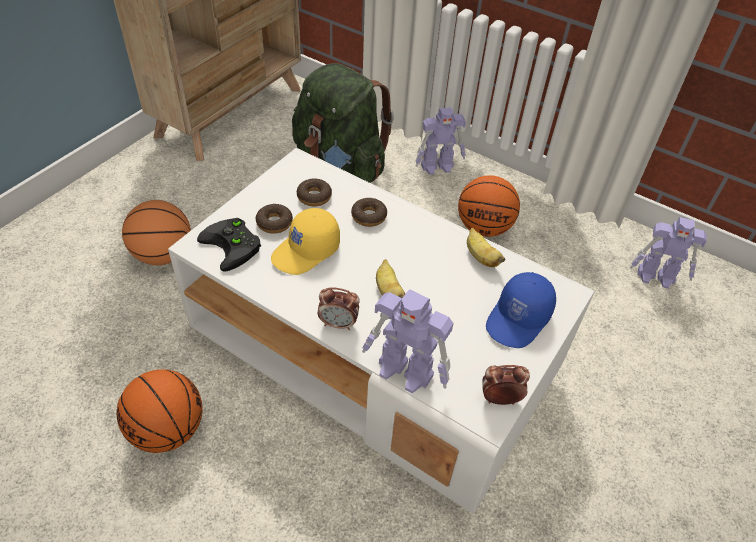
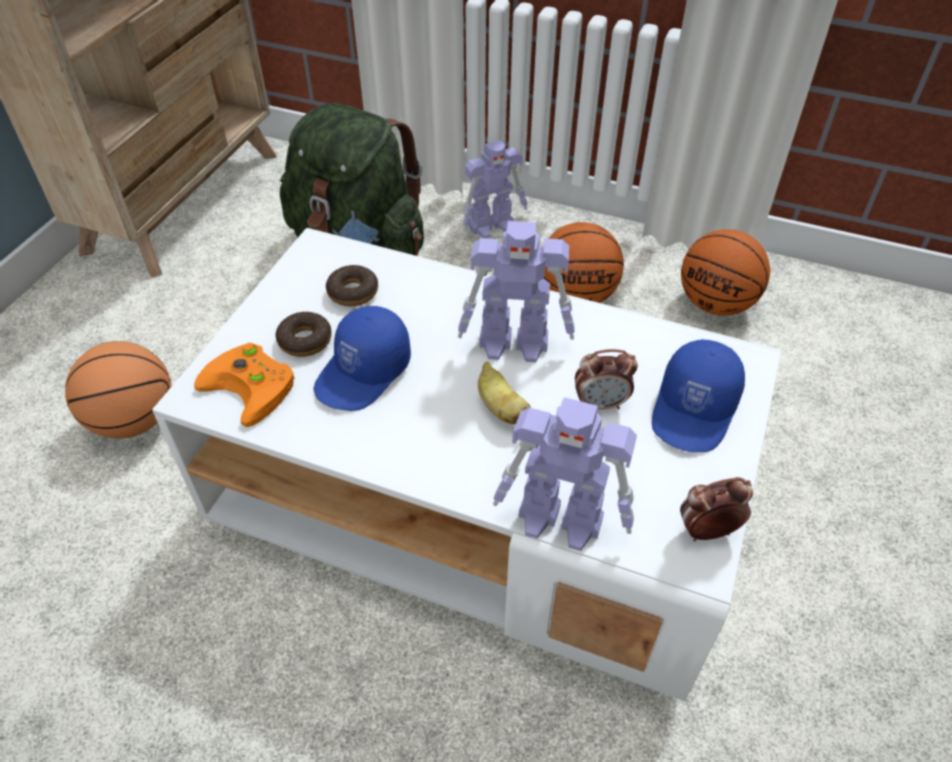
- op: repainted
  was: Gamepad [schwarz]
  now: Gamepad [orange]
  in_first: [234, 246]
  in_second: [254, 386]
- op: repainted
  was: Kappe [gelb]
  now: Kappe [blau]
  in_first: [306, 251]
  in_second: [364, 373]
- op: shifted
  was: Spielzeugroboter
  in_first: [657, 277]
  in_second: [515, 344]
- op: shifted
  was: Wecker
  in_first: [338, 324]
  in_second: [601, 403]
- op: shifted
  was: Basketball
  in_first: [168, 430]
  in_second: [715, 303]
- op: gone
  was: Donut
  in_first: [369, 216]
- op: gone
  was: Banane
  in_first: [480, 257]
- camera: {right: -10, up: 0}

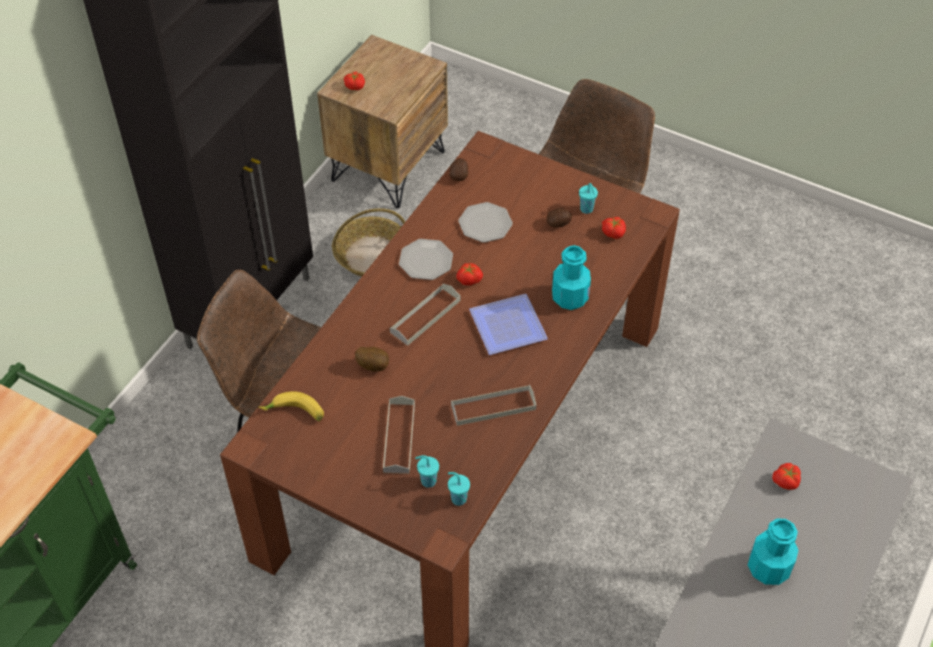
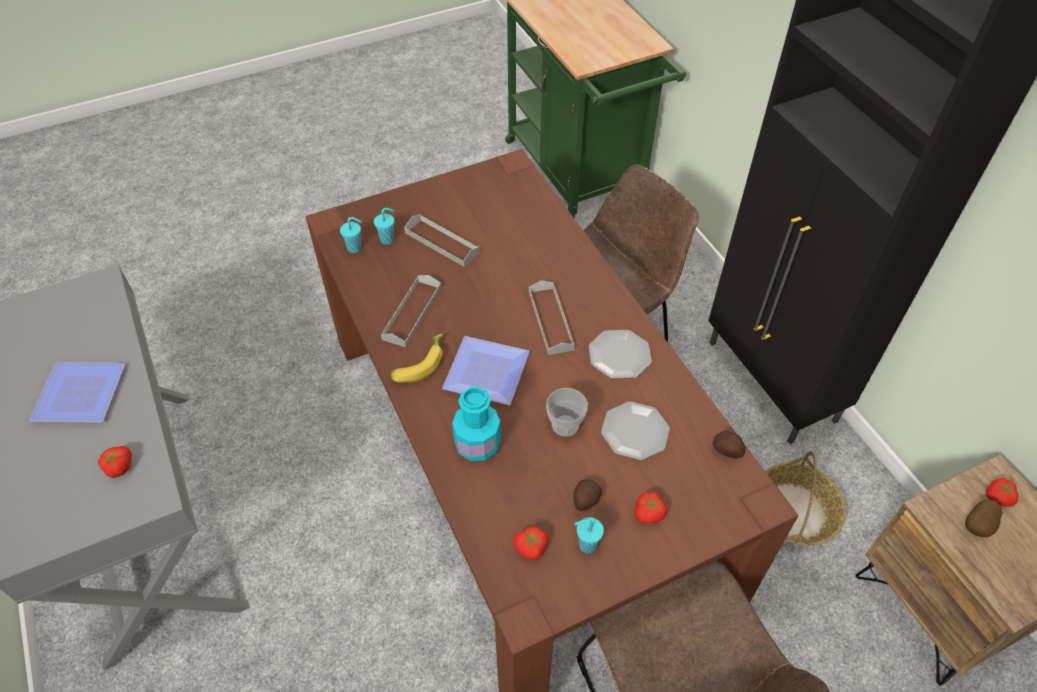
- op: swapped
  was: Flasche [türkis]
  now: Teller
  in_first: [768, 568]
  in_second: [79, 392]
- op: shifted
  was: Banane
  in_first: [294, 414]
  in_second: [418, 364]
- op: new
  now: Tasse
  in_second: [565, 425]
- op: shifted
  was: Tomate
  in_first: [469, 279]
  in_second: [649, 513]
- op: shifted
  was: Kartoffel
  in_first: [373, 365]
  in_second: [978, 526]
- camera: {right: 125, up: 0}

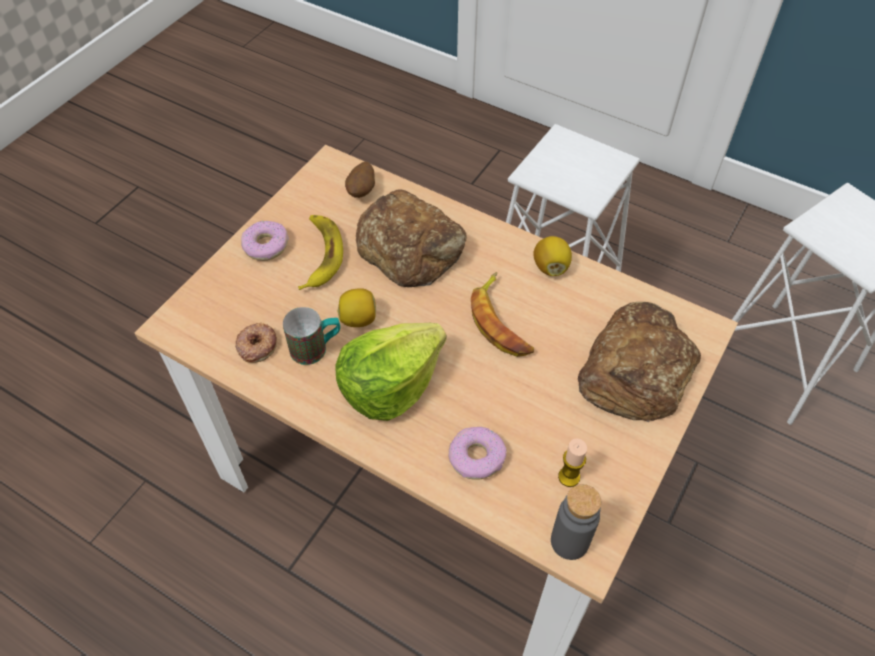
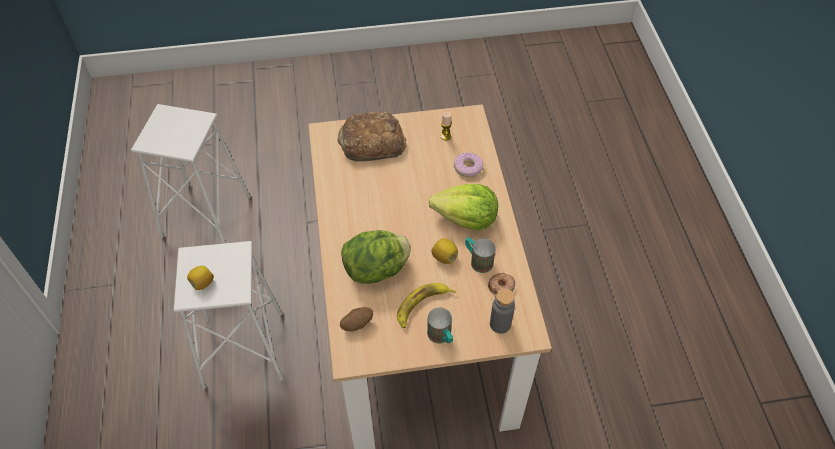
- op: shifted
  was: Zitrone
  in_first: [550, 267]
  in_second: [202, 283]
- op: swapped
  was: Brot
  now: Salatkopf
  in_first: [411, 246]
  in_second: [377, 269]
- op: swapped
  was: Donut
  now: Henkelbecher
  in_first: [265, 246]
  in_second: [441, 337]
- op: shifted
  was: Flasche [grau]
  in_first: [569, 541]
  in_second: [500, 324]
- op: gone
  was: Banane
  in_first: [501, 321]
- camera: {right: -130, up: 0}

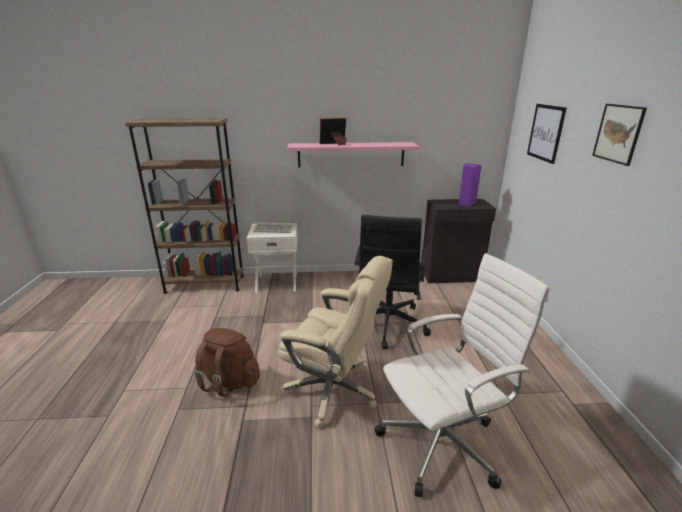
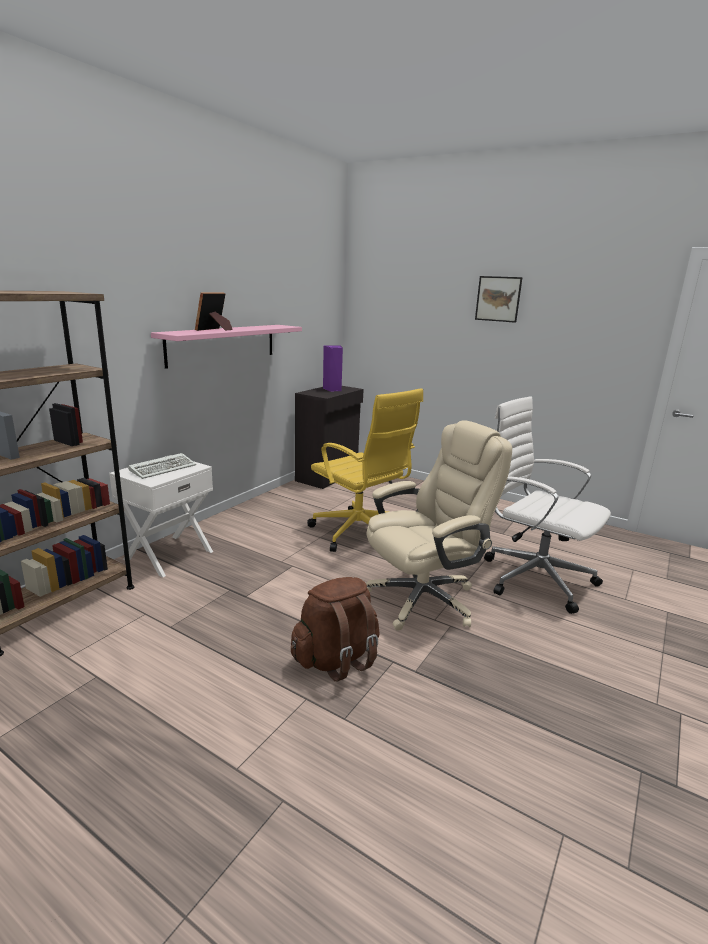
- op: repainted
  was: Bürostuhl [schwarz]
  now: Bürostuhl [gelb]
  in_first: [387, 325]
  in_second: [360, 533]
- op: rotated
  was: Bürostuhl [weiß]
  in_first: [443, 442]
  in_second: [534, 578]
  clockwise: -60
- op: gone
  was: Bild
  in_first: [545, 132]
- camera: {right: -55, up: -5}

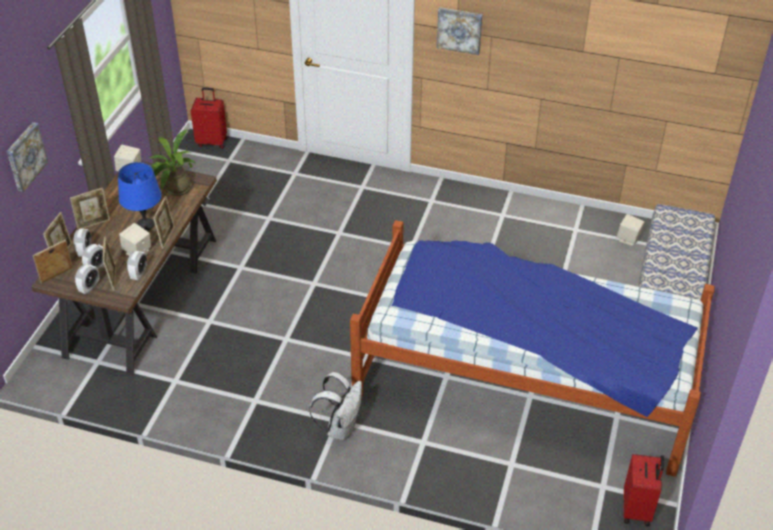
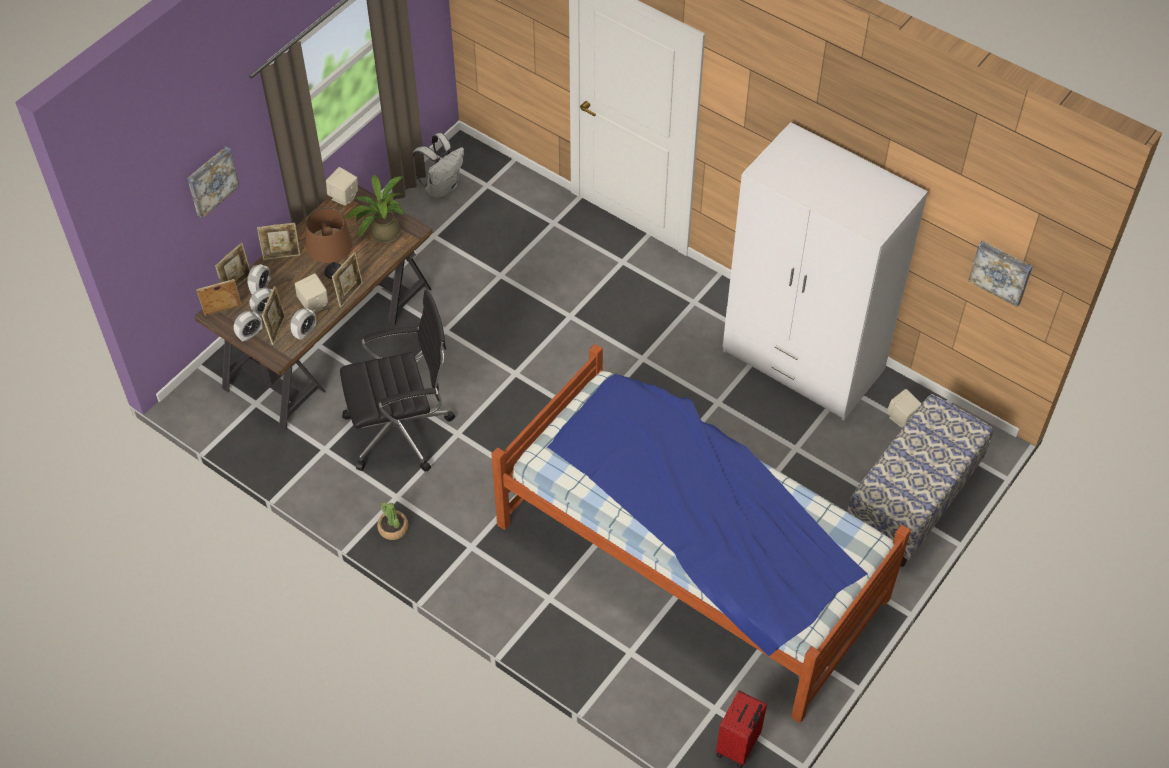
- op: repainted
  was: Tischlampe [blau]
  now: Tischlampe [braun]
  in_first: [145, 224]
  in_second: [334, 271]
- op: new
  now: Bürostuhl [schwarz]
  in_second: [402, 431]
- op: new
  now: Topfpflanze
  in_second: [393, 528]
- op: shifted
  was: Rucksack [weiß]
  in_first: [340, 427]
  in_second: [441, 187]
- op: new
  now: Kleiderschrank [weiß]
  in_second: [803, 361]
- op: shifted
  was: Bild
  in_first: [459, 30]
  in_second: [1001, 271]
- op: gone
  was: Koffer [rot]
  in_first: [212, 141]
- camera: {right: 20, up: 10}

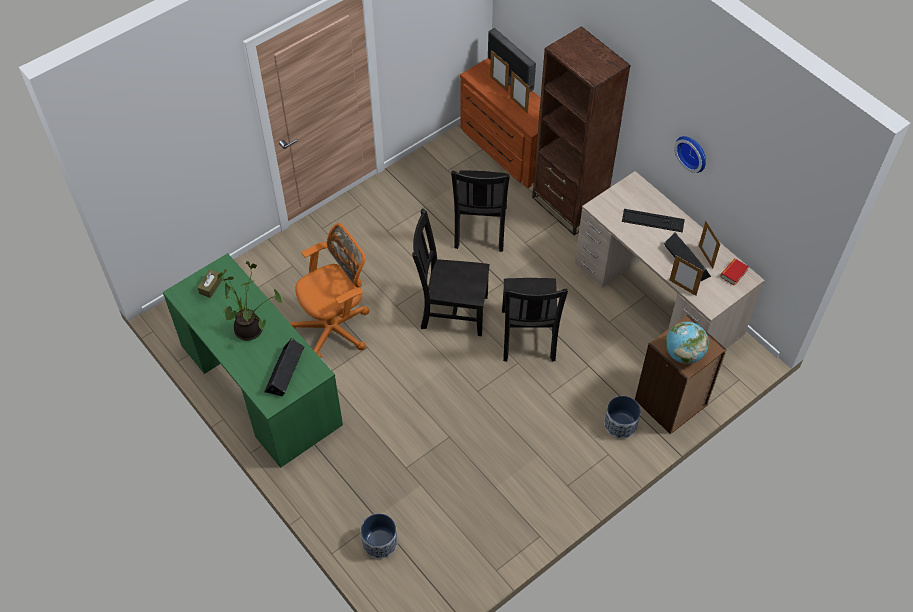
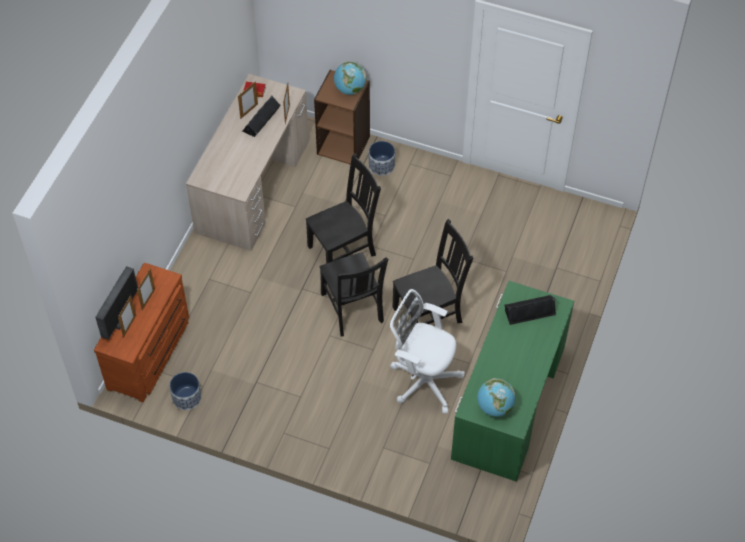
- op: shifted
  was: Pflanzkübel
  in_first: [379, 543]
  in_second: [187, 398]
- op: repainted
  was: Bürostuhl [orange]
  now: Bürostuhl [weiß]
  in_first: [335, 328]
  in_second: [423, 380]
- op: shifted
  was: Stuhl [schwarz]
  in_first: [480, 229]
  in_second: [429, 314]
- op: swapped
  was: Taschentuchbox [braun]
  now: Globus
  in_first: [211, 286]
  in_second: [494, 407]
- op: gone
  was: Topfpflanze
  in_first: [251, 329]
- op: gone
  was: Bücherregal [braun]
  in_first: [568, 205]
- op: gone
  was: Tastatur
  in_first: [653, 220]
- op: gone
  was: Wanduhr
  in_first: [693, 152]
- camera: {right: -120, up: 0}

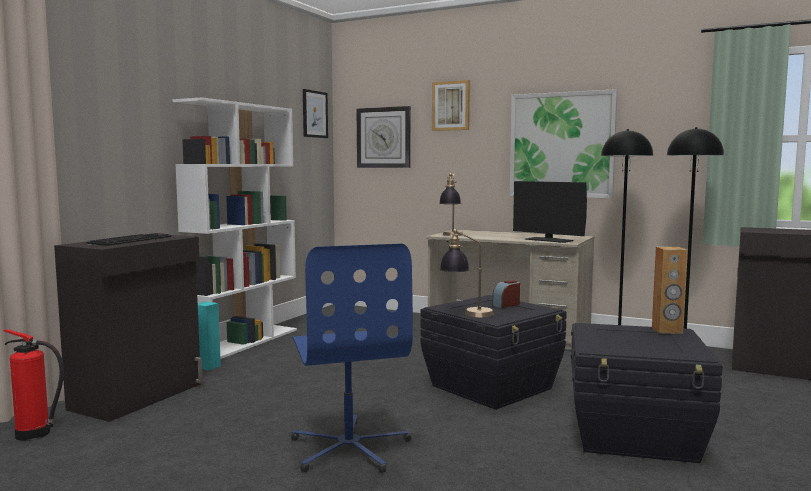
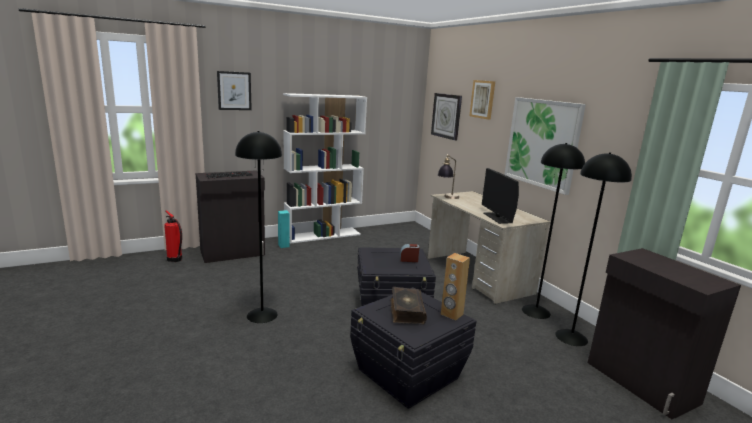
- op: shifted
  was: Bild
  in_first: [314, 114]
  in_second: [234, 91]
- op: swapped
  was: Bürostuhl [blau]
  now: Stehlampe [schwarz]
  in_first: [350, 448]
  in_second: [261, 315]
- op: new
  now: Buch
  in_second: [406, 311]
- op: gone
  was: Tischlampe
  in_first: [466, 313]
- camera: {right: 35, up: 10}

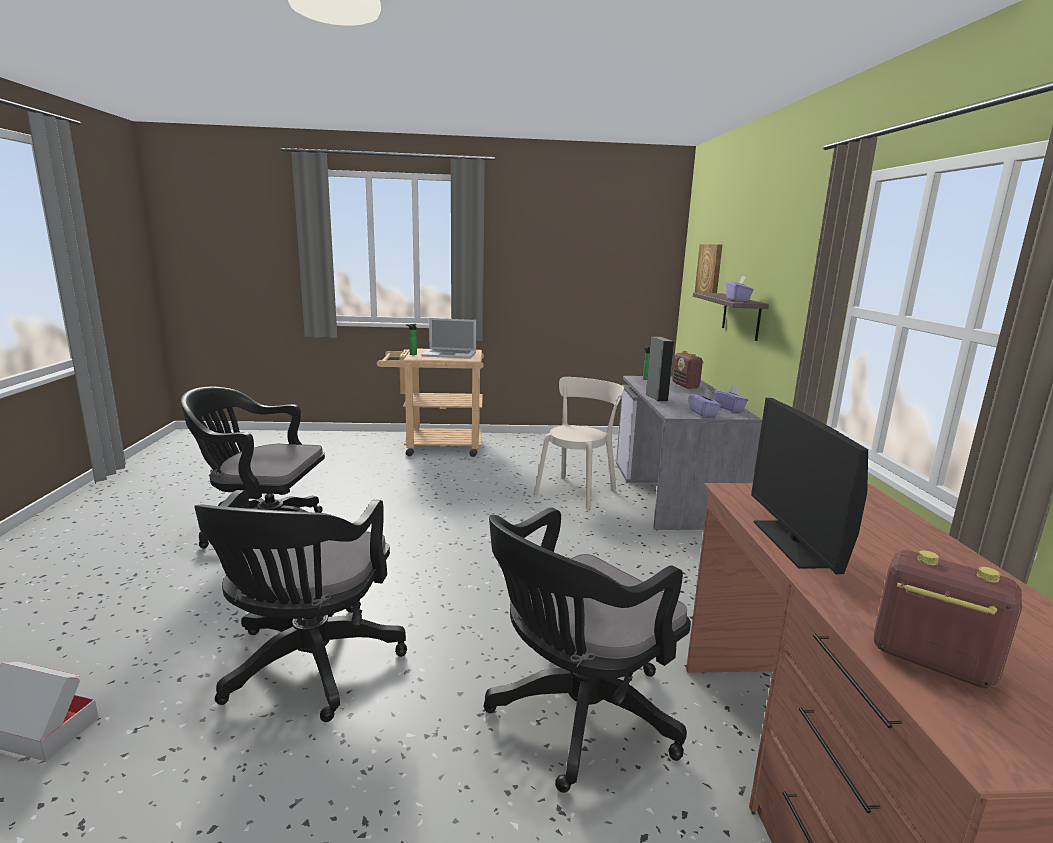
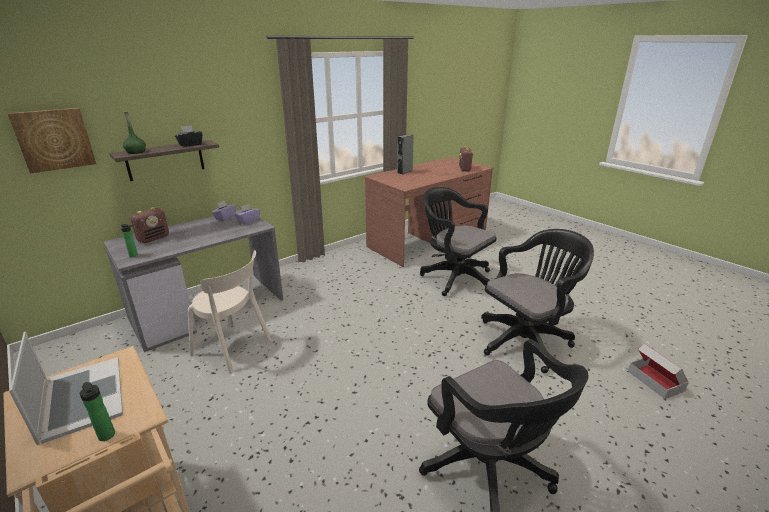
- op: new
  now: Flasche [grün]
  in_second: [136, 152]
- op: repainted
  was: Taschentuchbox [lila]
  now: Taschentuchbox [schwarz]
  in_first: [737, 300]
  in_second: [190, 144]
- op: rotated
  was: Stuhl [beige]
  in_first: [577, 490]
  in_second: [234, 348]
  clockwise: -150
- op: shifted
  was: Lautsprecher [grau]
  in_first: [656, 397]
  in_second: [404, 172]
- op: rotated
  was: Bürostuhl [schwarz]
  in_first: [576, 717]
  in_second: [454, 277]
  clockwise: -150
- op: gone
  was: Monitor
  in_first: [795, 543]
- camera: {right: -125, up: 10}

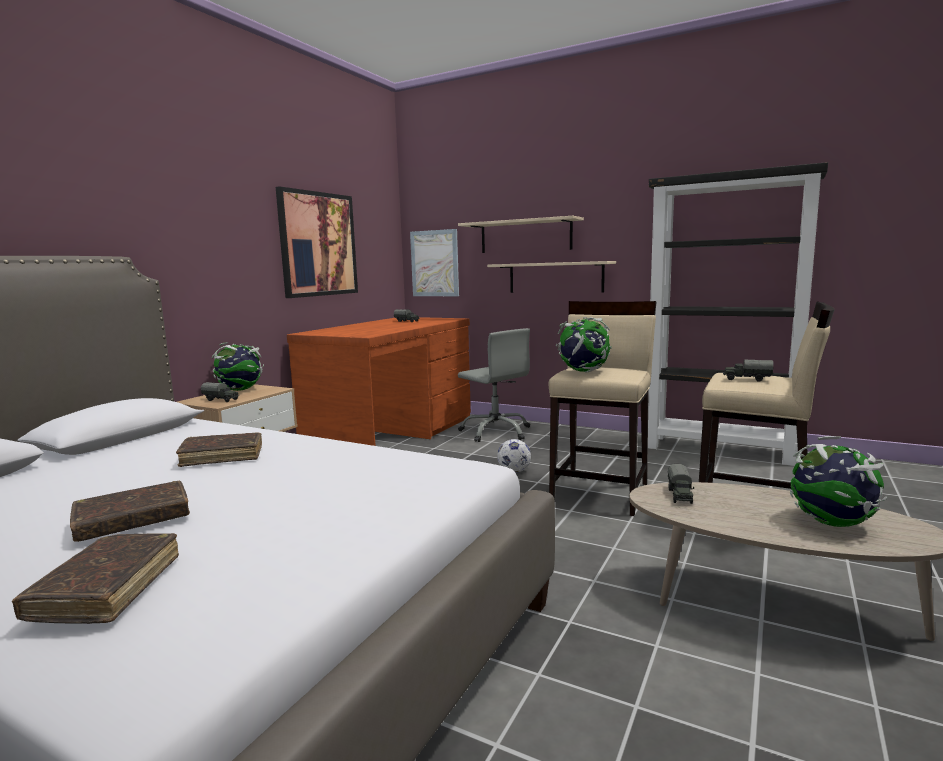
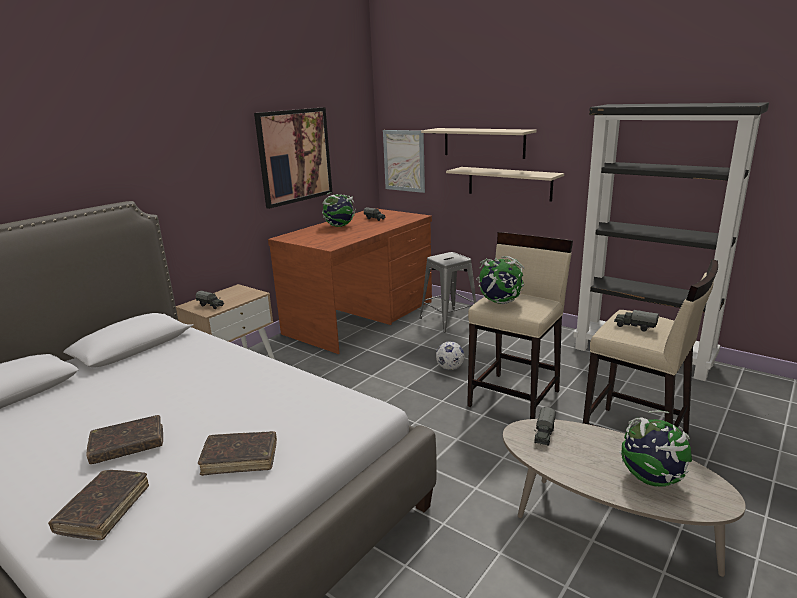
- op: shifted
  was: Buch [braun]
  in_first: [222, 457]
  in_second: [240, 459]
- op: shifted
  was: Globus
  in_first: [240, 390]
  in_second: [339, 226]
- op: swapped
  was: Bürostuhl [grau]
  now: Hocker [grau]
  in_first: [496, 432]
  in_second: [449, 320]
- camera: {right: 10, up: 10}

